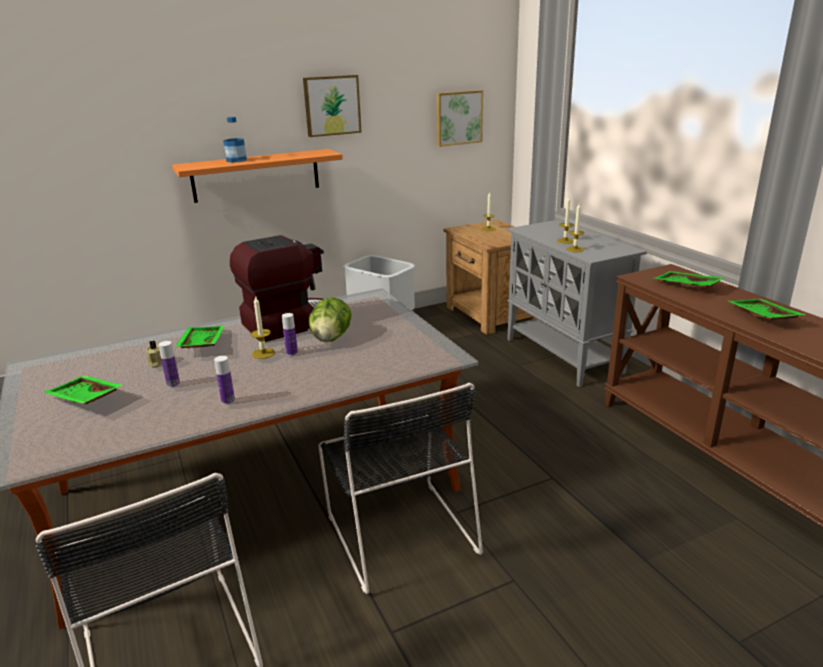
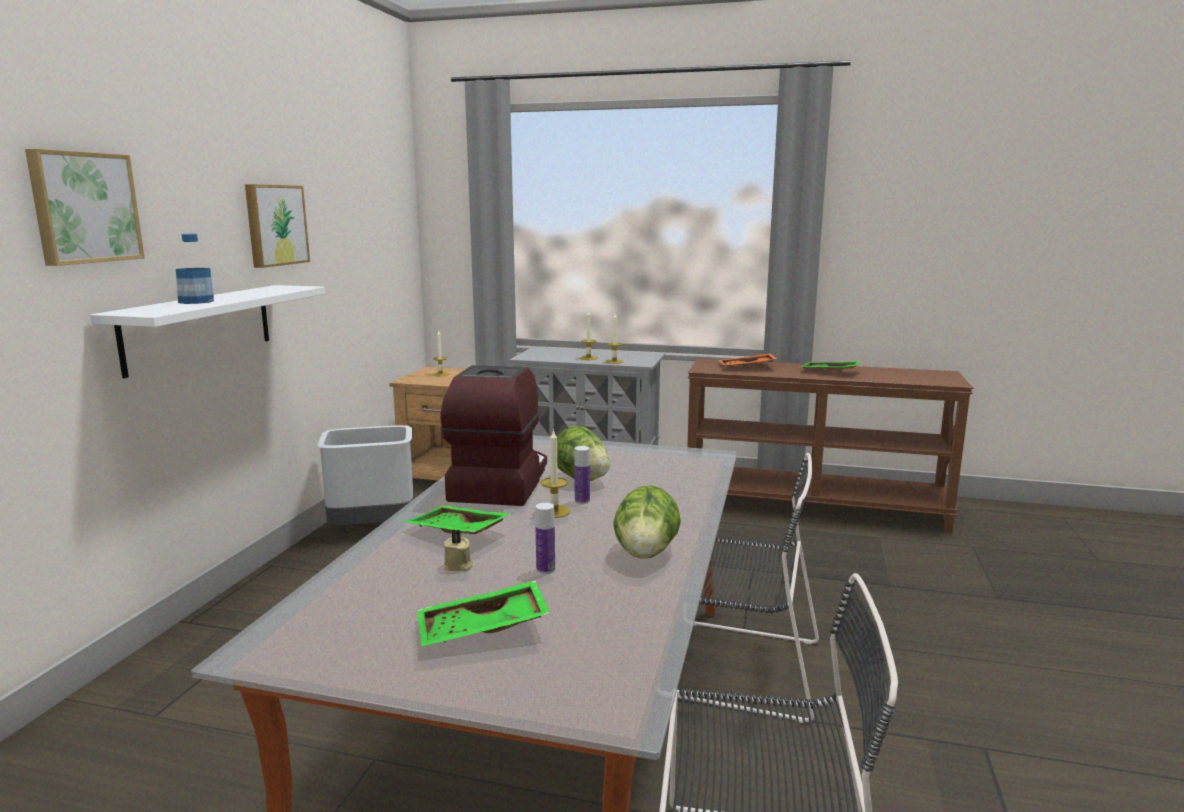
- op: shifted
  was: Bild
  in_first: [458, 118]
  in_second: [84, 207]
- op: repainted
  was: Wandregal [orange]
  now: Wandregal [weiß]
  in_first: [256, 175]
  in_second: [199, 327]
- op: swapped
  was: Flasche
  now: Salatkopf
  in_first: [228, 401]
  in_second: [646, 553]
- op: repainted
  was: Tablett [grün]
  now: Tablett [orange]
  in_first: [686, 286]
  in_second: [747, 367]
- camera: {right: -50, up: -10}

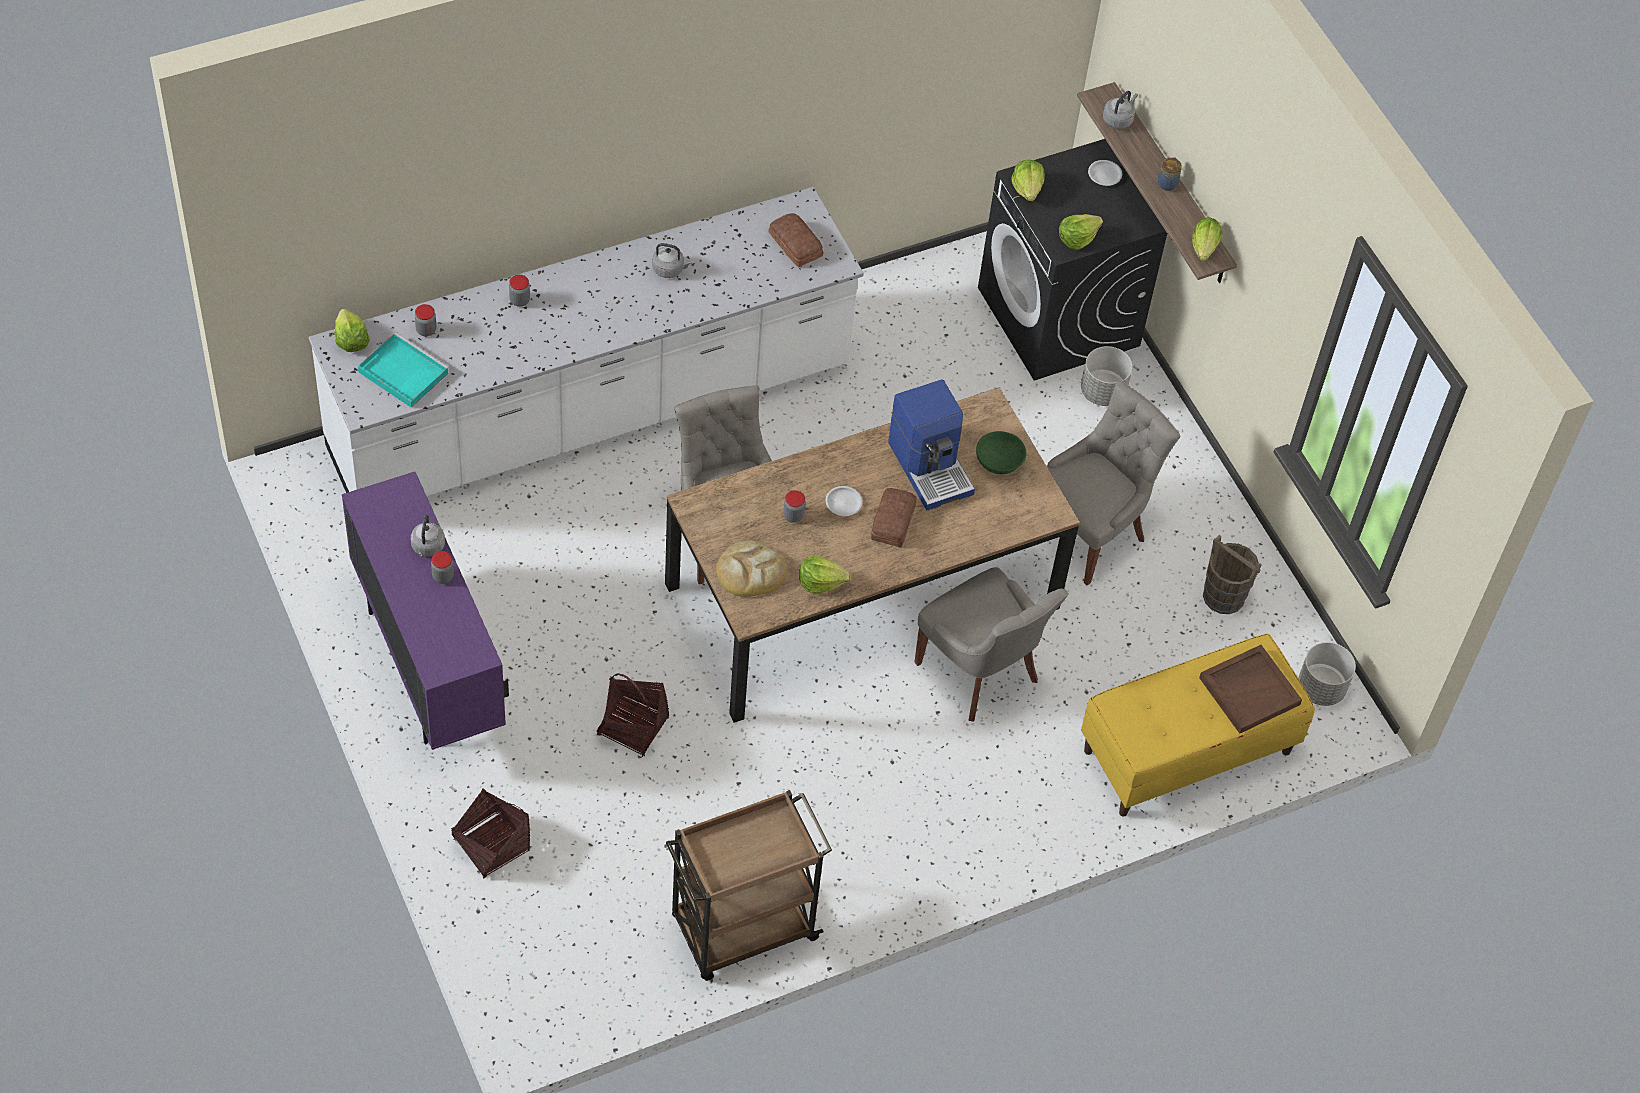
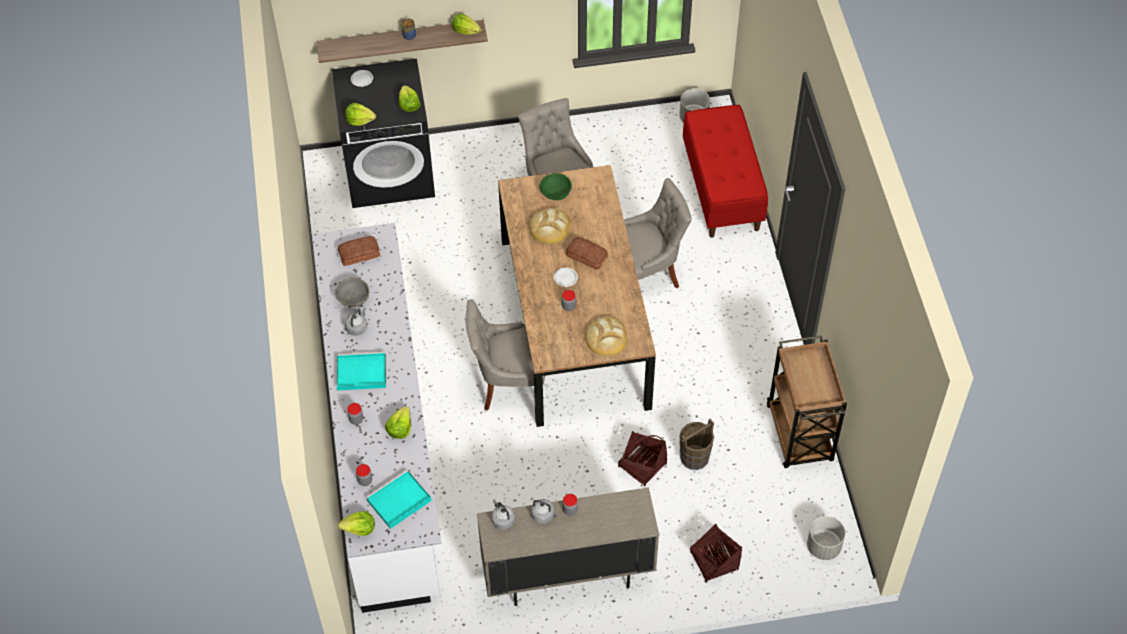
- op: new
  now: Schüssel [grau]
  in_second: [354, 299]
- op: new
  now: Tablett [türkis]
  in_second: [360, 373]
- op: shifted
  was: Salatkopf
  in_first: [820, 582]
  in_second: [399, 428]
- op: repainted
  was: Schrank [lila]
  now: Schrank [beige]
  in_first: [428, 666]
  in_second: [567, 576]
- op: shifted
  was: Wasserkessel [grau]
  in_first: [1118, 119]
  in_second: [502, 520]
- op: swapped
  was: Kaffeemaschine
  now: Brot
  in_first: [931, 467]
  in_second: [550, 227]
- op: shifted
  was: Eimer [braun]
  in_first: [1224, 597]
  in_second: [694, 457]
- op: repainted
  was: Bank [gelb]
  now: Bank [rot]
  in_first: [1187, 752]
  in_second: [722, 189]
- op: shifted
  was: Pflanzkübel [grau]
  in_first: [1102, 392]
  in_second: [823, 547]
- op: gone
  was: Tablett [braun]
  in_first: [1249, 690]
- camera: {right: -70, up: 0}

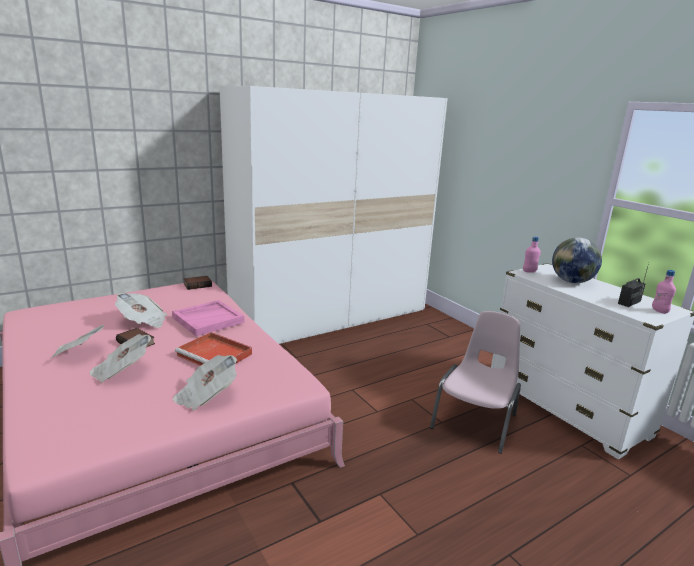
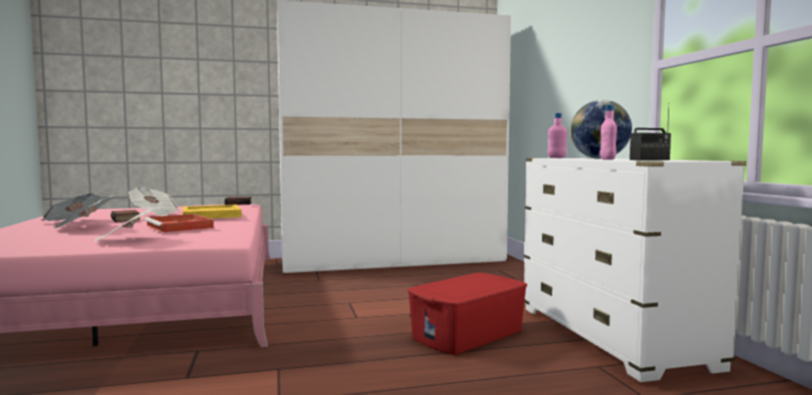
- op: repainted
  was: Tablett [rosa]
  now: Tablett [gelb]
  in_first: [208, 320]
  in_second: [212, 215]
- op: swapped
  was: Stuhl [rosa]
  now: Aufbewahrungsbox [rot]
  in_first: [476, 421]
  in_second: [468, 334]
- op: shifted
  was: Flasche [rosa]
  in_first: [659, 311]
  in_second: [607, 159]
- camera: {right: 20, up: -15}

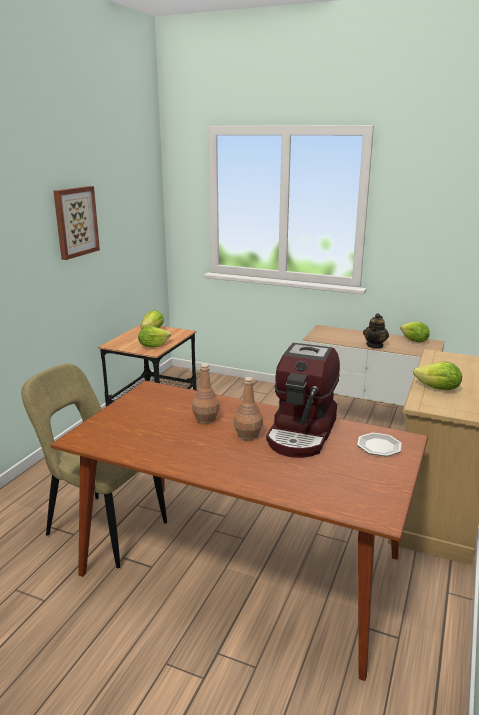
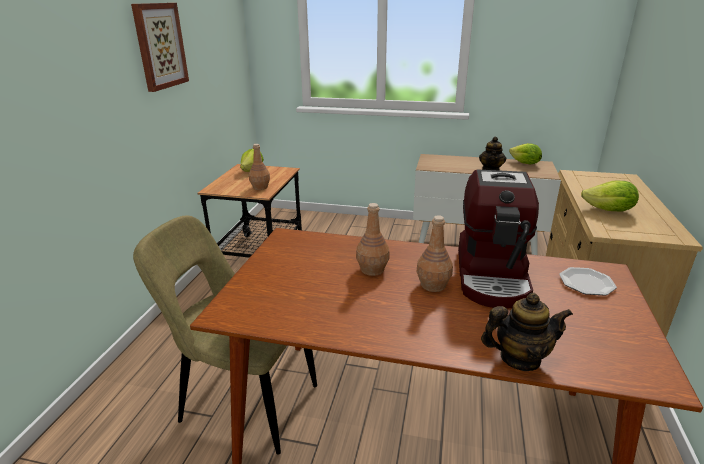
- op: swapped
  was: Salatkopf
  now: Flasche [braun]
  in_first: [153, 346]
  in_second: [260, 187]
- op: new
  now: Teekanne
  in_second: [520, 358]
- camera: {right: -10, up: 5}

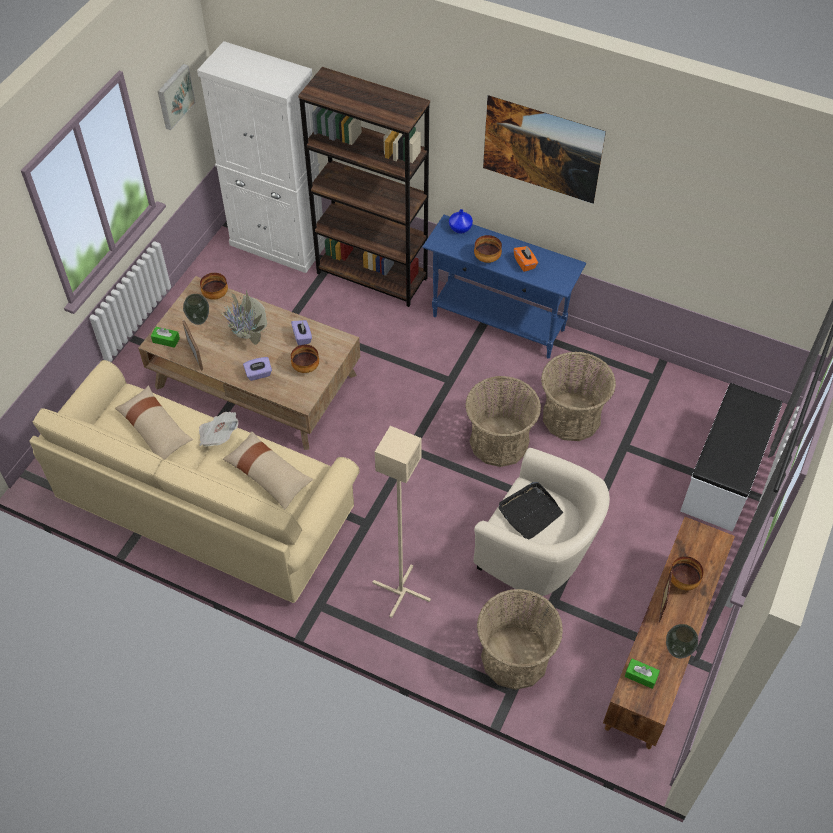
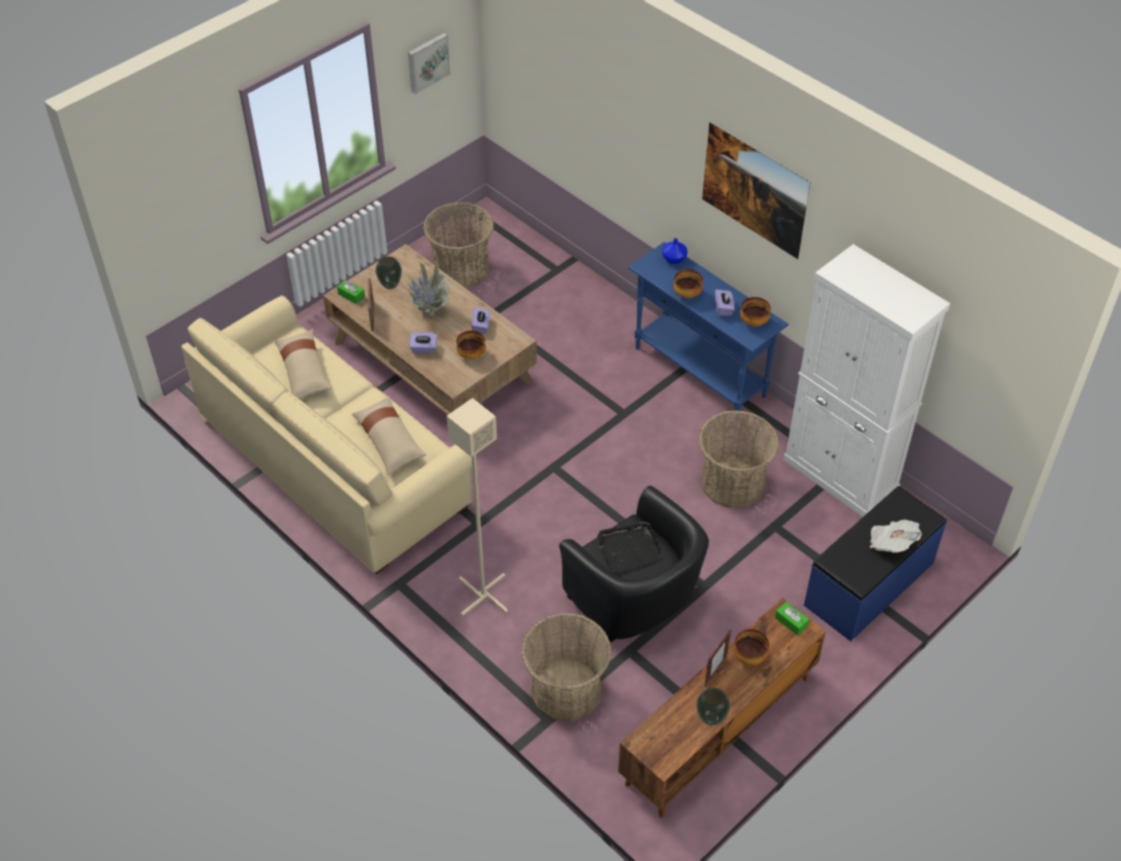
- op: shifted
  was: Korb
  in_first: [499, 441]
  in_second: [461, 269]
- op: repainted
  was: Sessel [beige]
  now: Sessel [schwarz]
  in_first: [538, 555]
  in_second: [635, 602]
- op: repainted
  was: Taschentuchbox [orange]
  now: Taschentuchbox [lila]
  in_first: [525, 263]
  in_second: [723, 308]
- op: shifted
  was: Schüssel
  in_first: [215, 295]
  in_second: [753, 322]
- op: shifted
  was: Taschentuchbox [grün]
  in_first: [641, 676]
  in_second: [791, 622]
- op: shifted
  was: Schrank [weiß]
  in_first: [278, 245]
  in_second: [840, 475]
- op: repainted
  was: Bank [weiß]
  now: Bank [blau]
  in_first: [725, 475]
  in_second: [870, 584]
- op: shifted
  was: Zeitung
  in_first: [218, 436]
  in_second: [891, 543]
- op: gone
  was: Bücherregal [braun]
  in_first: [372, 276]
- camera: {right: 20, up: -5}

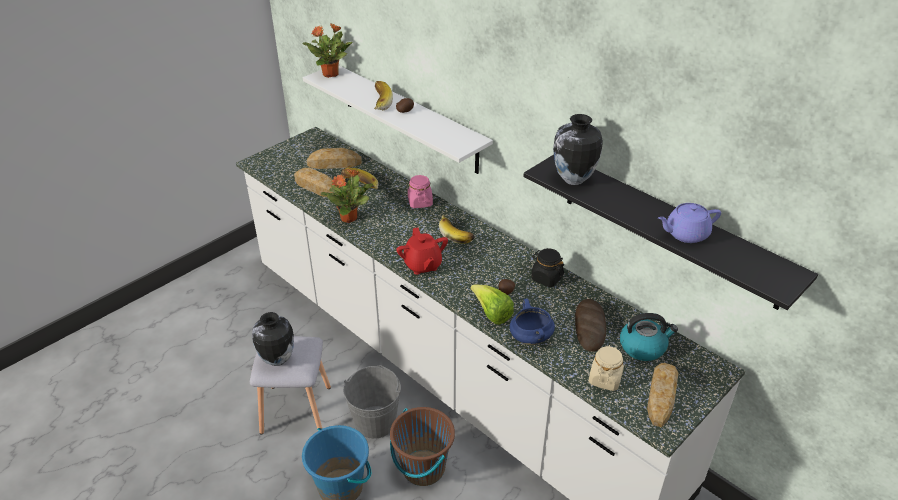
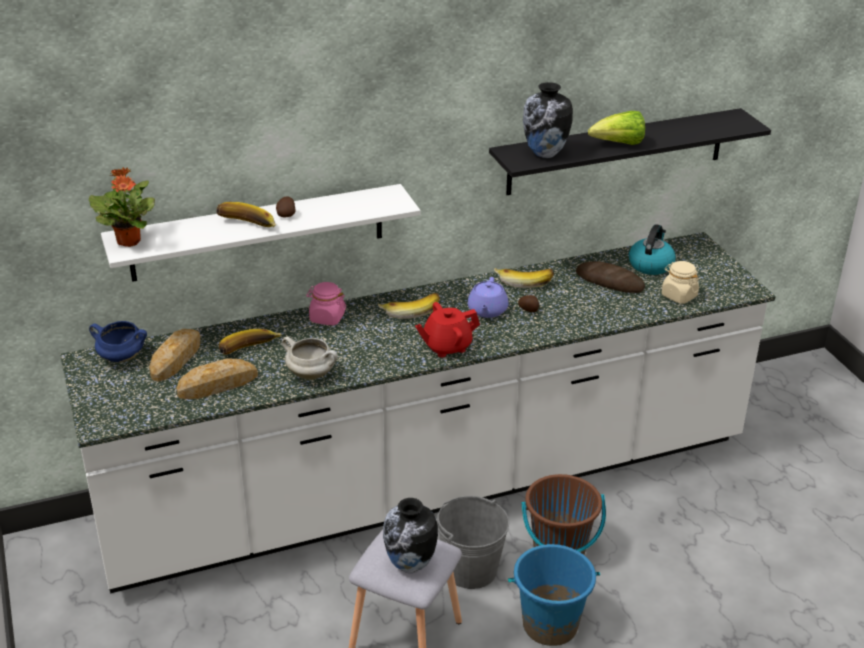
- op: shifted
  was: Kochtopf [blau]
  in_first: [530, 338]
  in_second: [121, 358]
- op: swapped
  was: Topfpflanze
  now: Kochtopf [weiß]
  in_first: [349, 218]
  in_second: [312, 374]
- op: rotated
  was: Teekanne [rot]
  in_first: [422, 265]
  in_second: [446, 346]
  clockwise: 150
- op: shifted
  was: Teekanne [lila]
  in_first: [685, 234]
  in_second: [487, 311]
- op: swapped
  was: Vorratsglas [schwarz]
  now: Banane
  in_first: [546, 278]
  in_second: [524, 281]
- op: shifted
  was: Salatkopf
  in_first: [491, 314]
  in_second: [618, 144]
- op: gone
  was: Brot
  in_first: [661, 396]
- camera: {right: -65, up: -5}

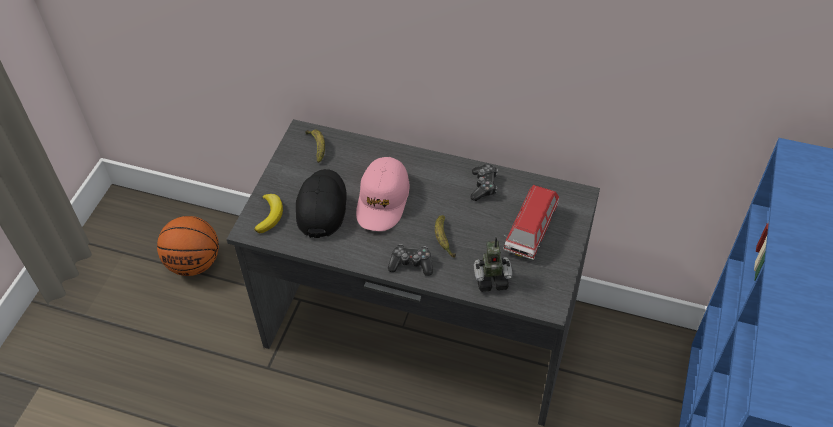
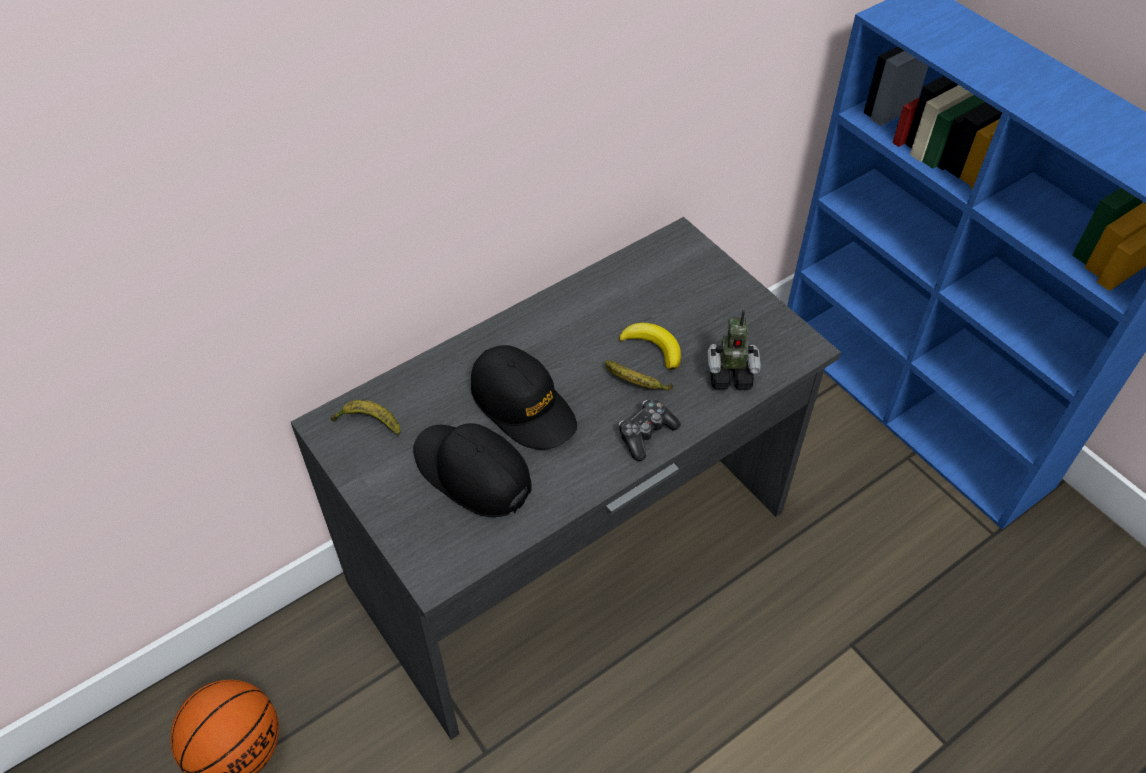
- op: repainted
  was: Kappe [rosa]
  now: Kappe [schwarz]
  in_first: [383, 200]
  in_second: [523, 406]
- op: shifted
  was: Banane
  in_first: [270, 215]
  in_second: [653, 347]
- op: rotated
  was: Spielzeugroboter
  in_first: [491, 279]
  in_second: [729, 374]
  clockwise: 60
- op: gone
  was: Gamepad
  in_first: [484, 186]
- op: gone
  was: Spielzeugauto
  in_first: [530, 230]
- camera: {right: -55, up: 0}

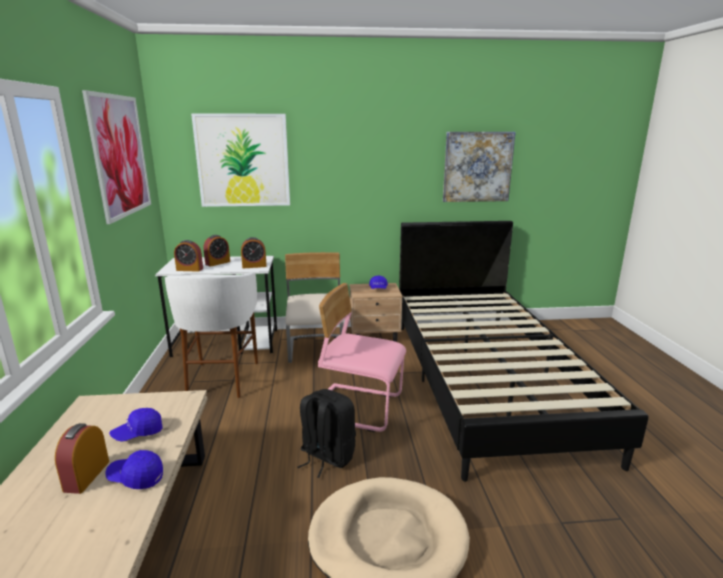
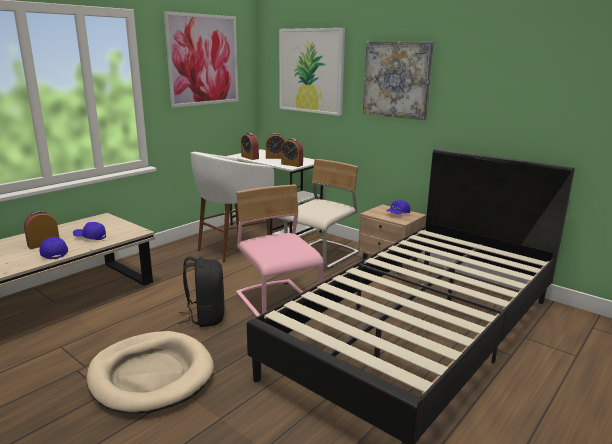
- op: shifted
  was: Bild
  in_first: [477, 167]
  in_second: [397, 80]
- camera: {right: 45, up: 0}

